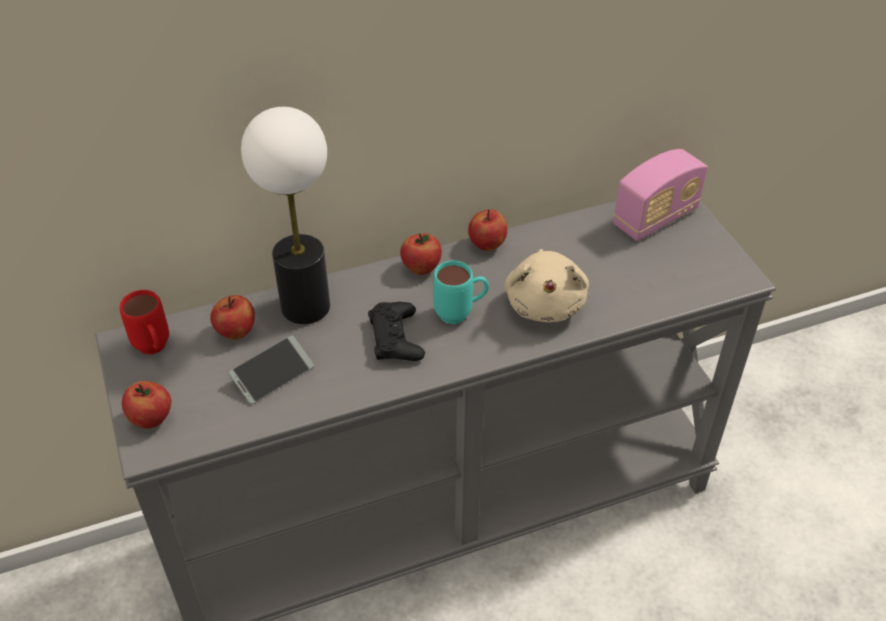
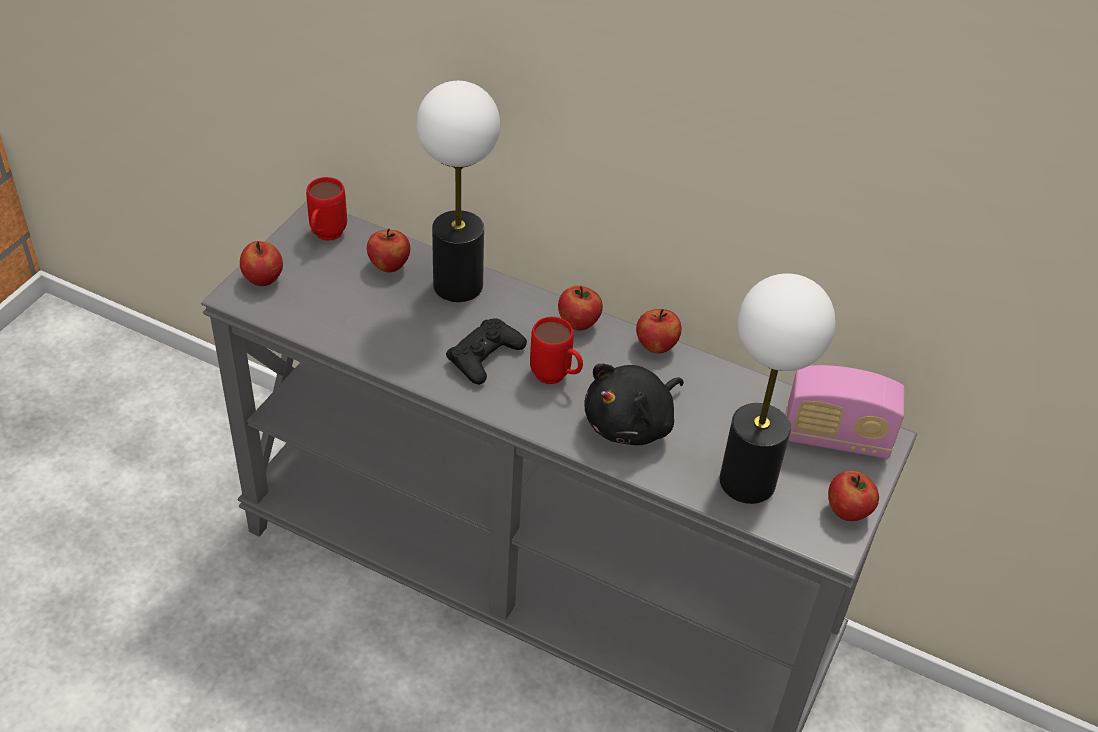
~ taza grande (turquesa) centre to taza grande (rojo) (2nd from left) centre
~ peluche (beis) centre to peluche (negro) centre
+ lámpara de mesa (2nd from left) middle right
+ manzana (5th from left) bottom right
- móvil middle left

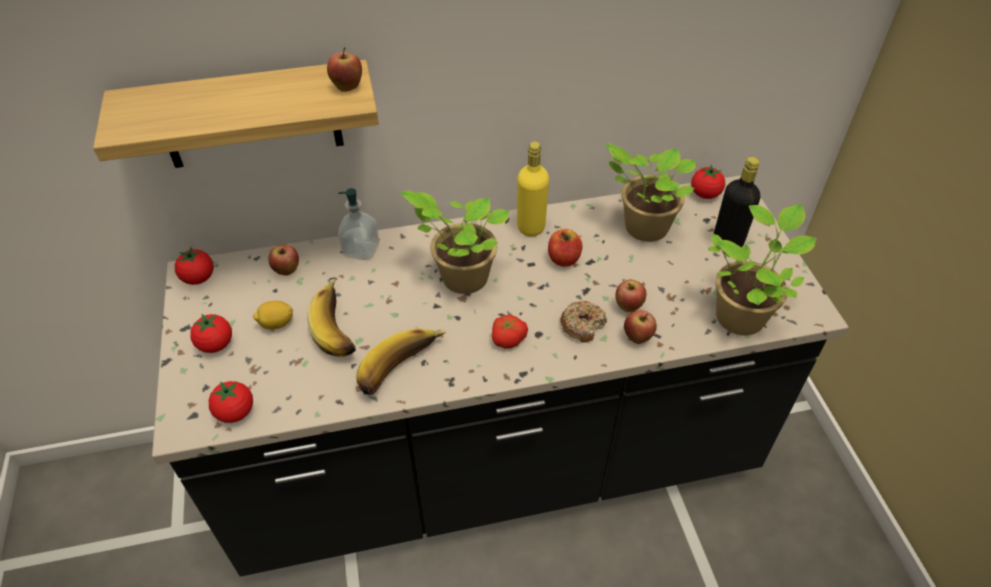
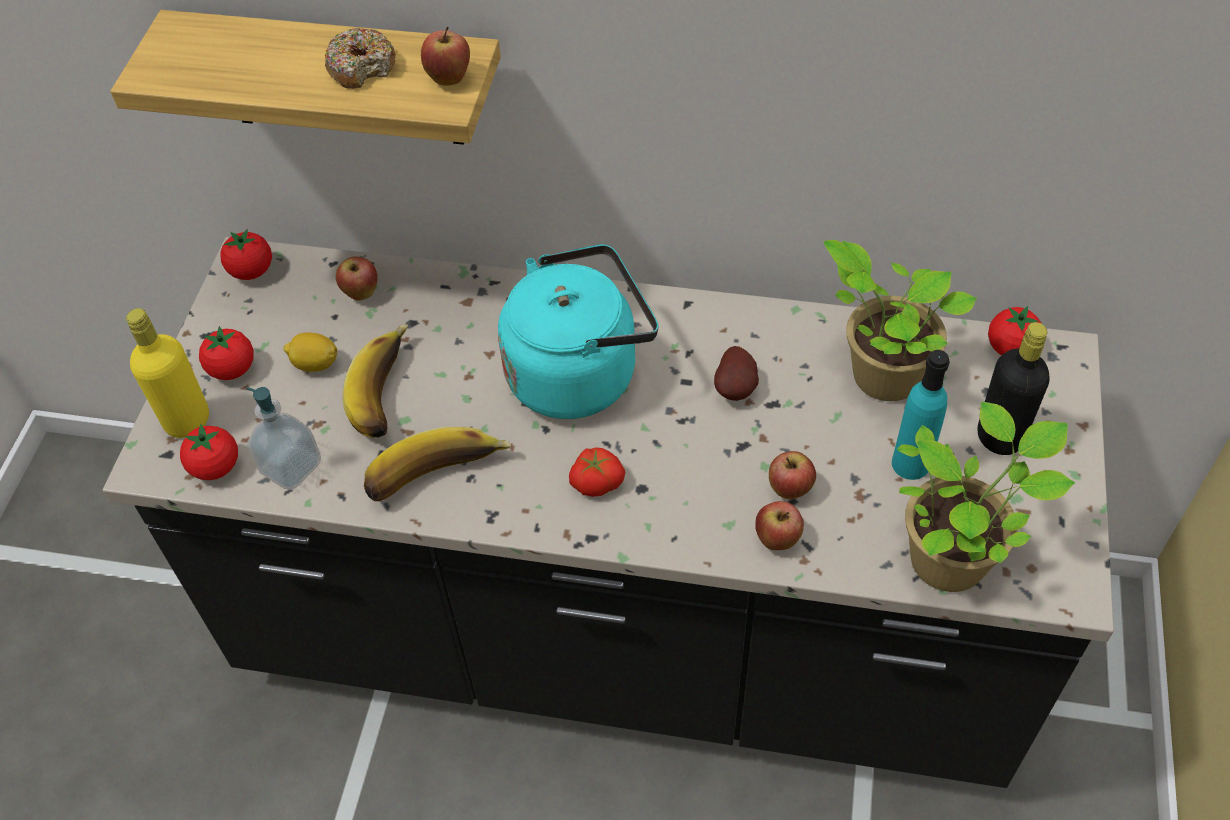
~ botella (amarillo) top centre to middle left
~ dispensador de jabón centre to middle left
~ rosquilla centre to top left
~ planta en maceta (1st from left) centre to hervidor (turquesa) centre
~ manzana (3rd from left) centre to patata centre
+ botella (turquesa) middle right

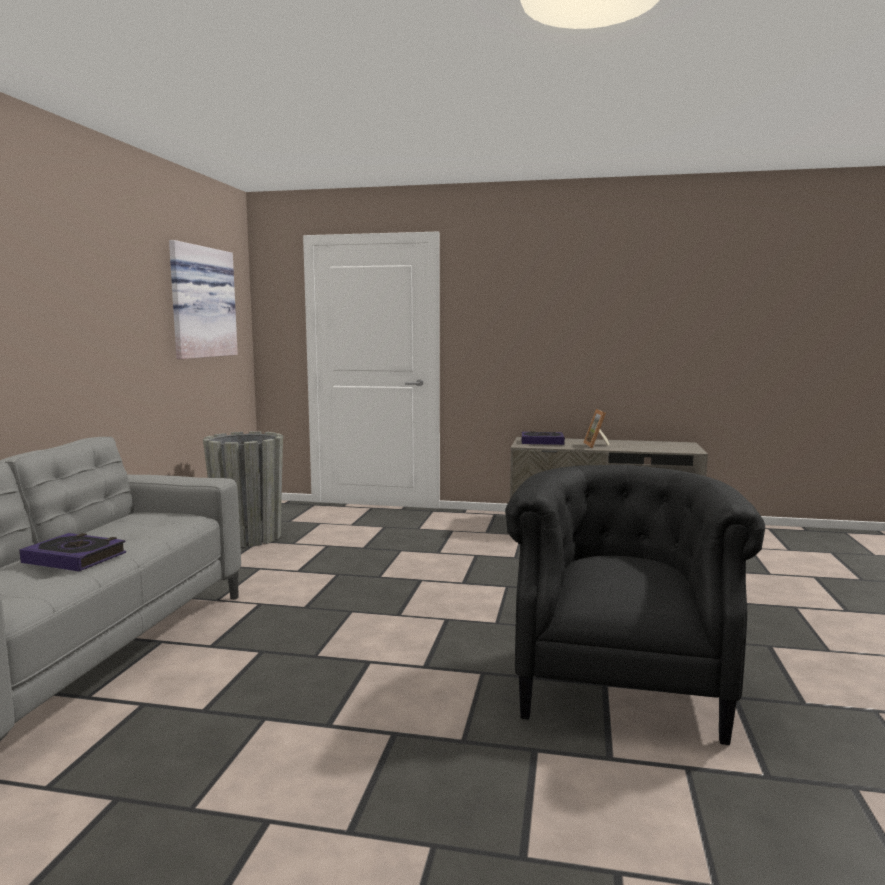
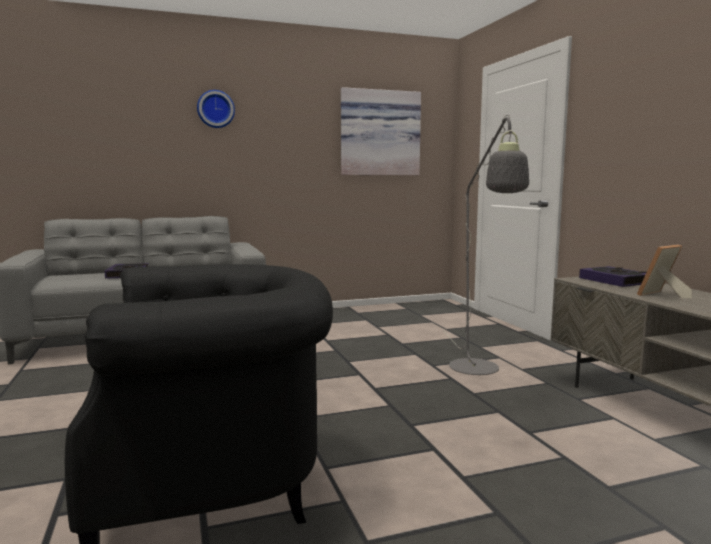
+ reloj de pared top left
+ lámpara de pie (gris) middle right
- maceta (gris) middle left

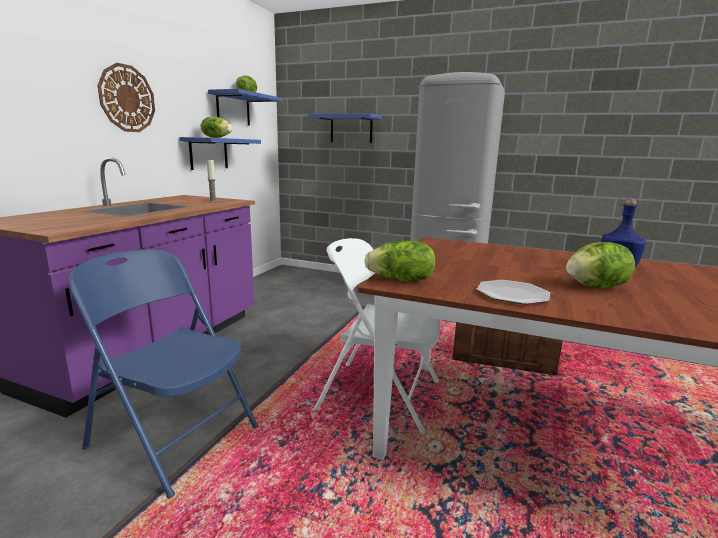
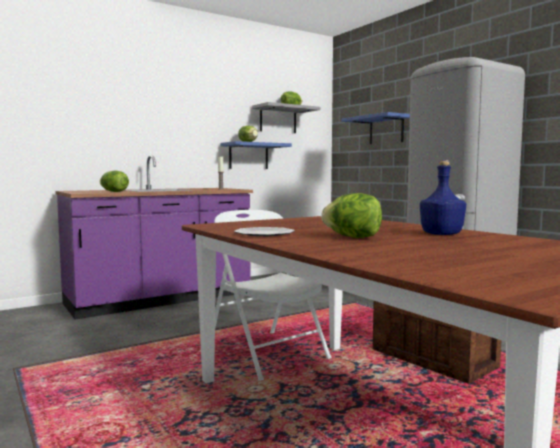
~ lechuga (3rd from left in the first image) centre to lechuga (1st from left) middle left
~ estante (azul) (2nd from left) top centre to estante (gris) top centre
- silla (azul) bottom left
- reloj de pared top left

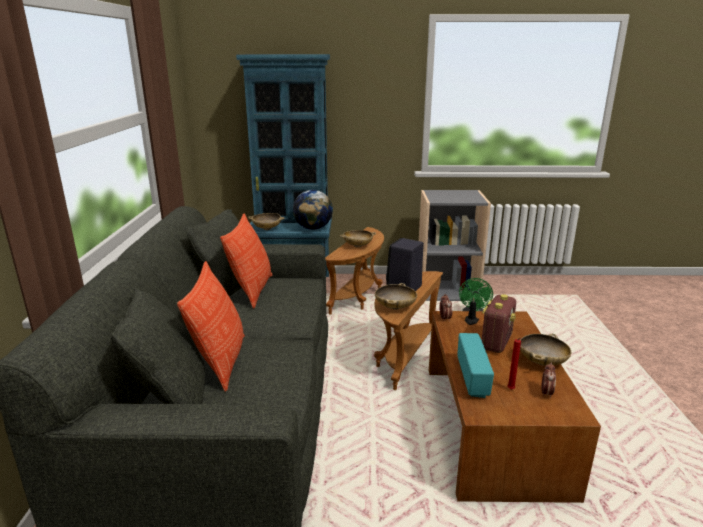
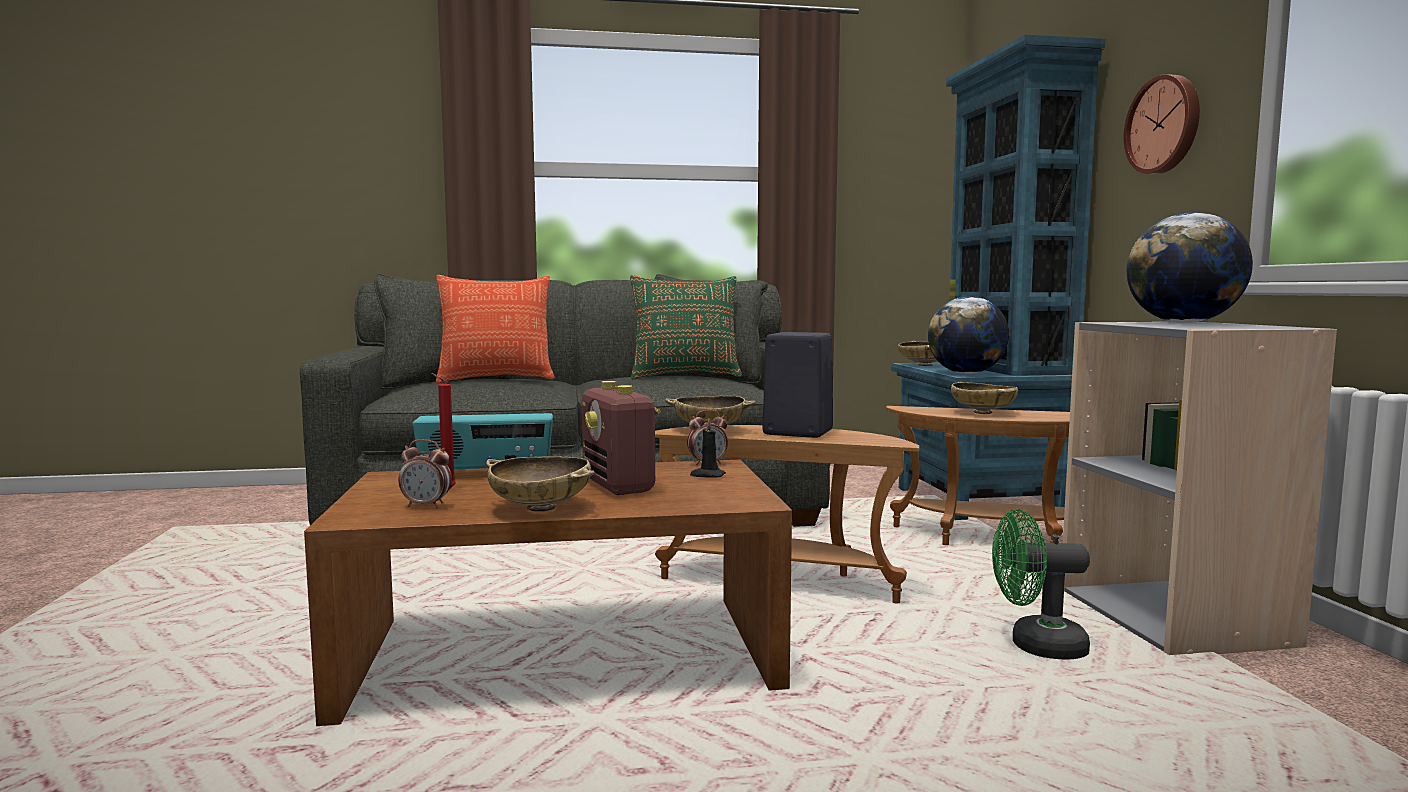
~ radio (2nd from left) middle right = centre 45 degrees clockwise
~ cojín (naranja) (2nd from left) centre to cojín (verde) centre
+ reloj de pared top right
+ globo terráqueo (2nd from left) middle right

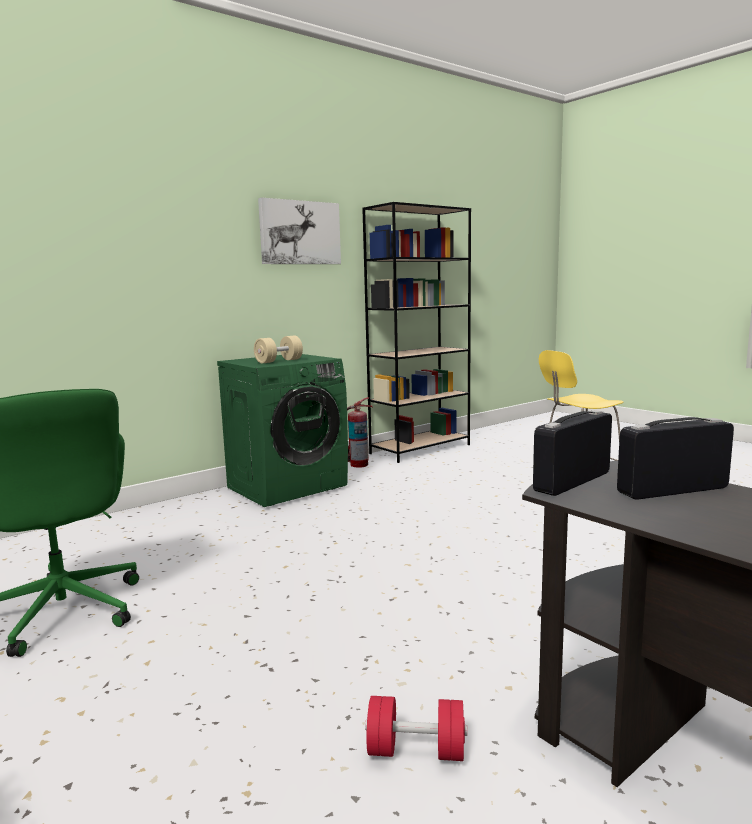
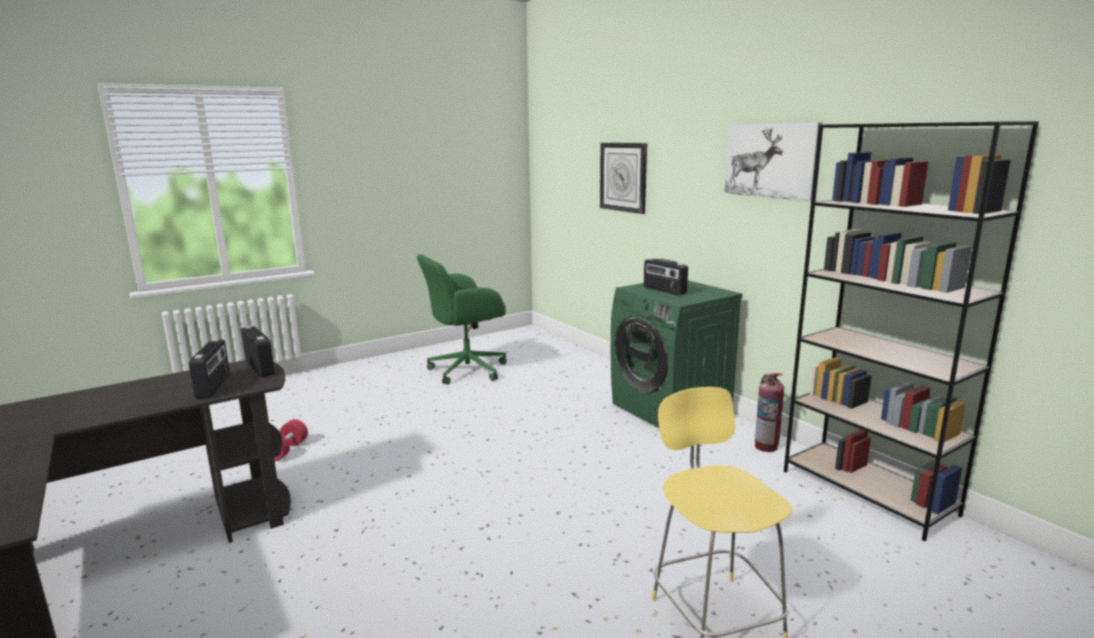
+ reloj de pared top centre
~ mancuerna (beis) centre to radio (3rd from left) centre

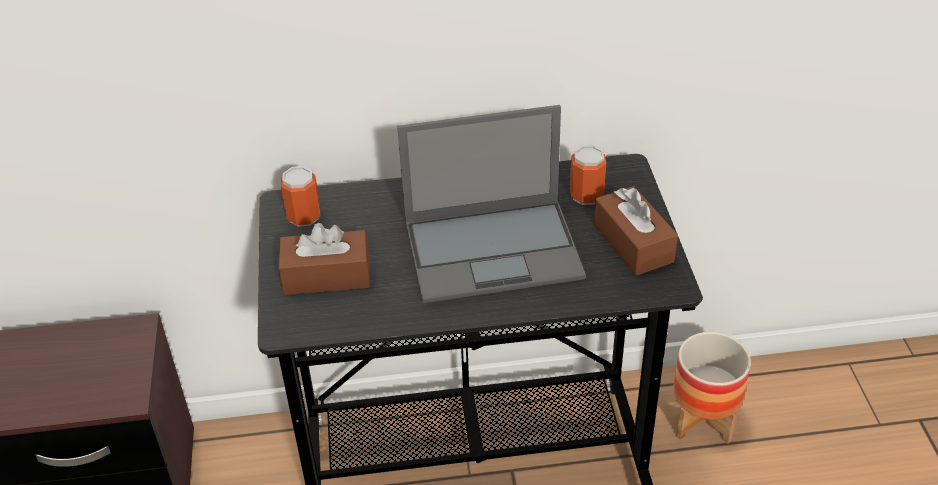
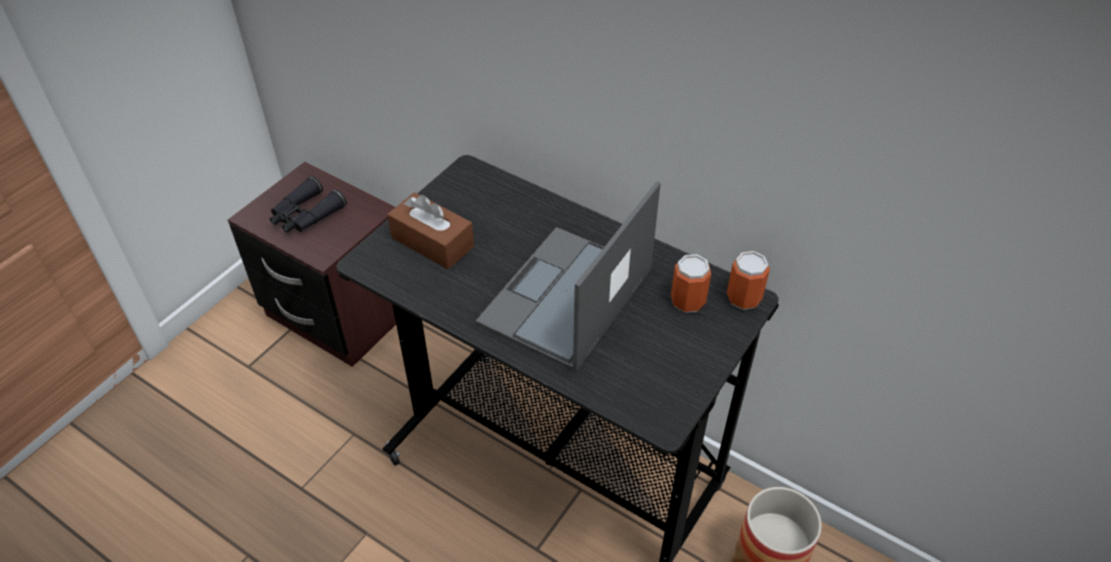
+ prismáticos (negro) middle left
~ portátil centre = centre 90 degrees clockwise
~ lata (1st from left in the first image) middle left to lata (2nd from left) middle right
- caja de pañuelos (marrón) (2nd from left) middle right

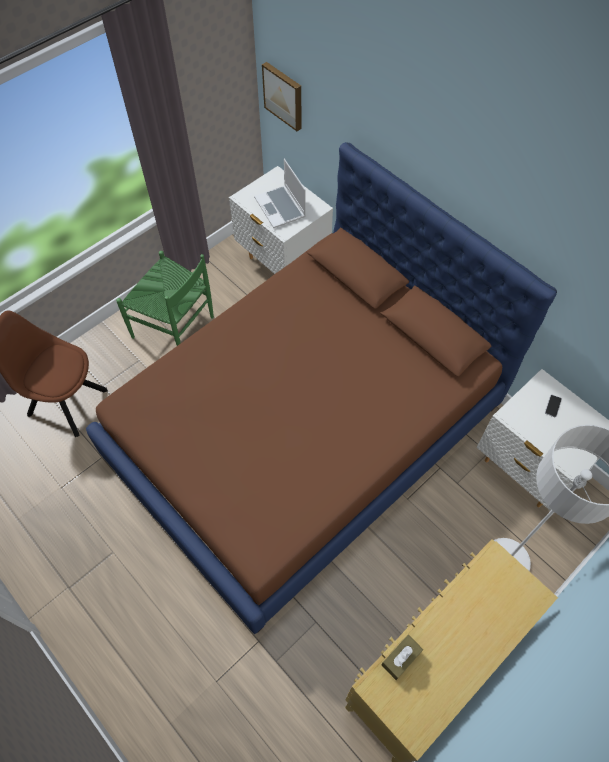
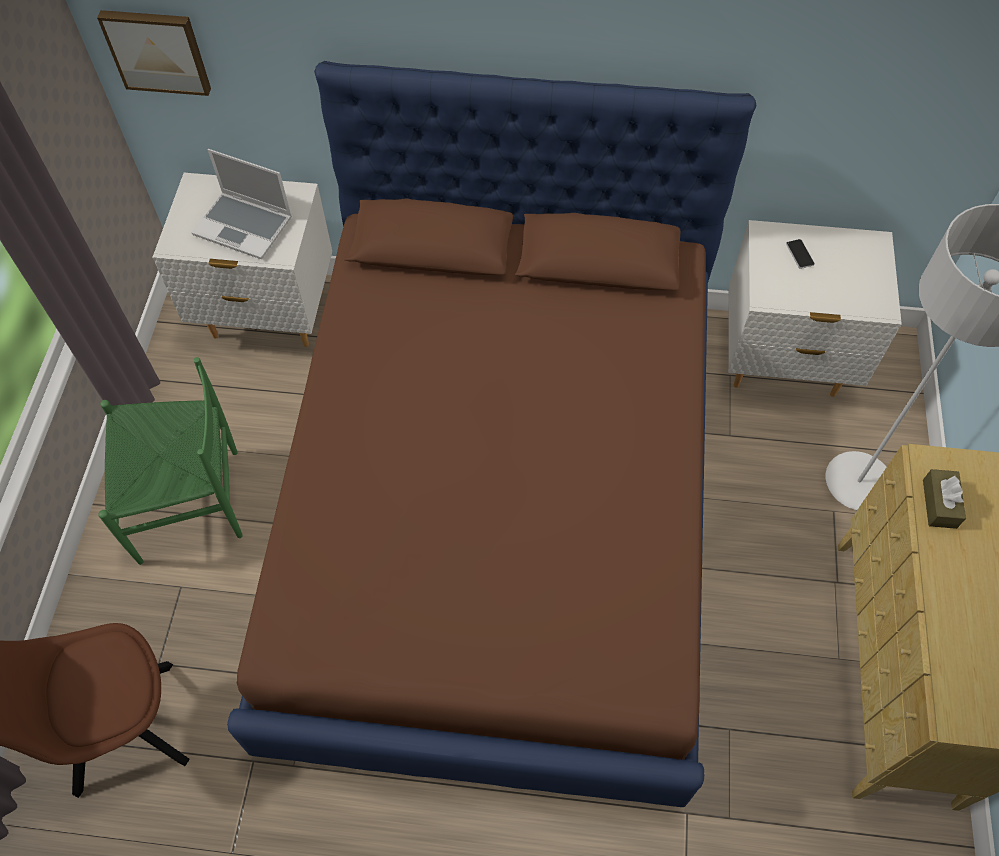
~ caja de pañuelos (marrón) bottom centre to middle right

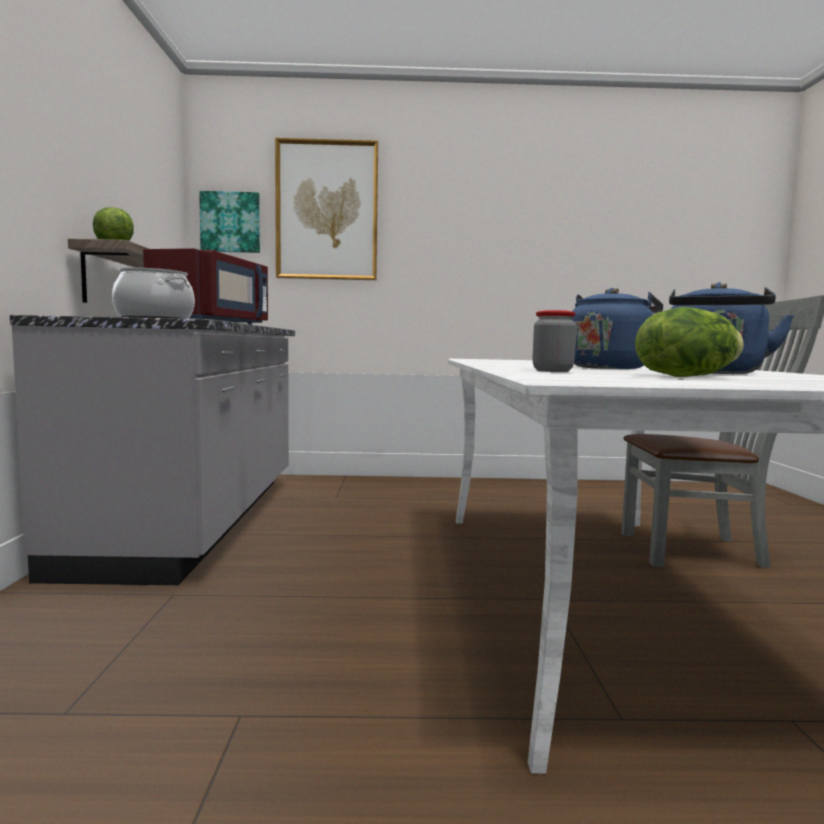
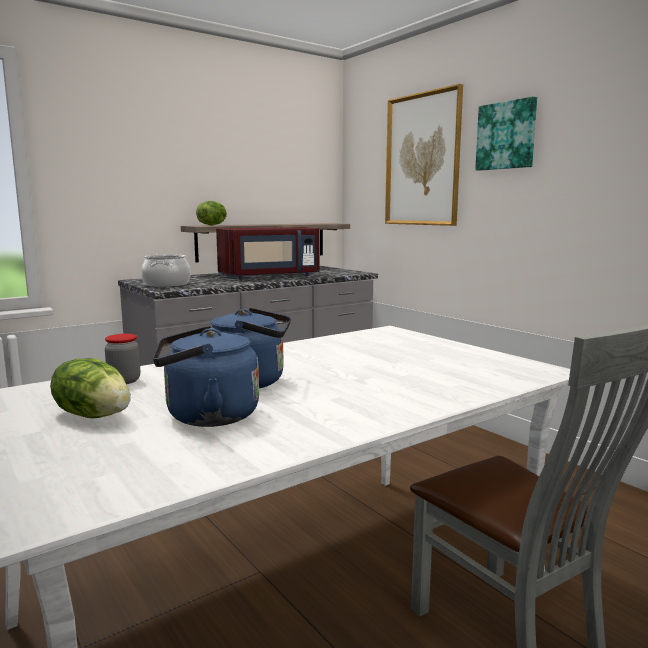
~ cuadro (1st from left in the first image) top left to cuadro (2nd from left) top right

